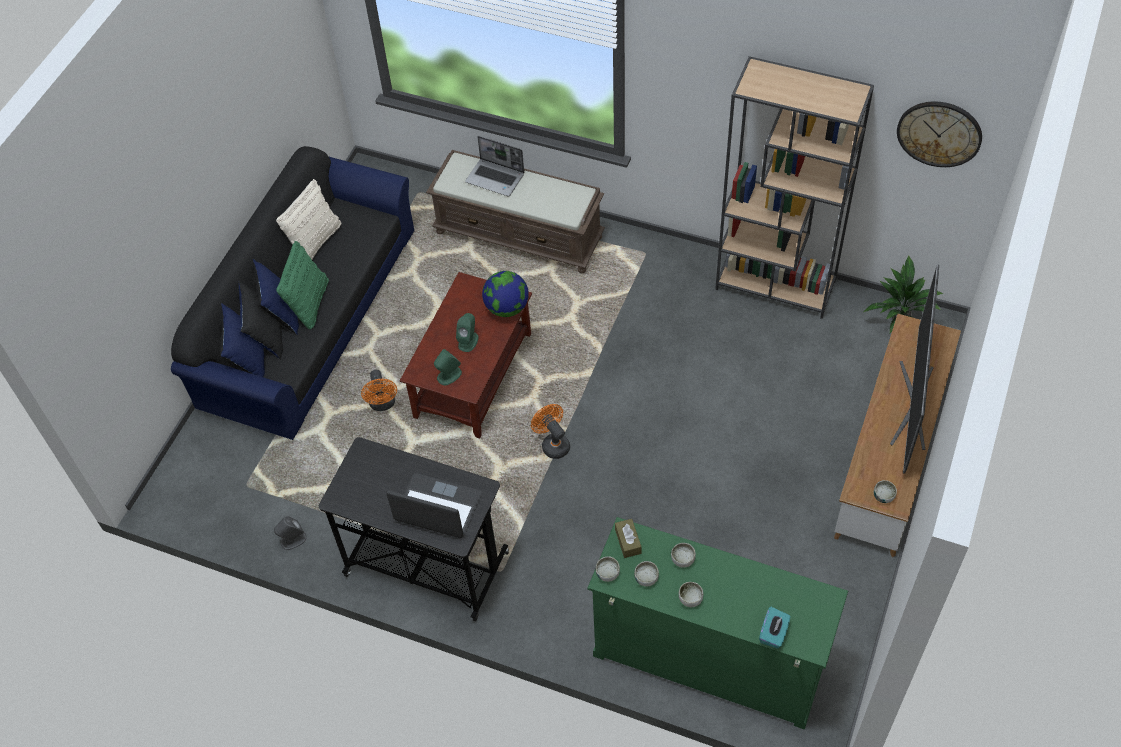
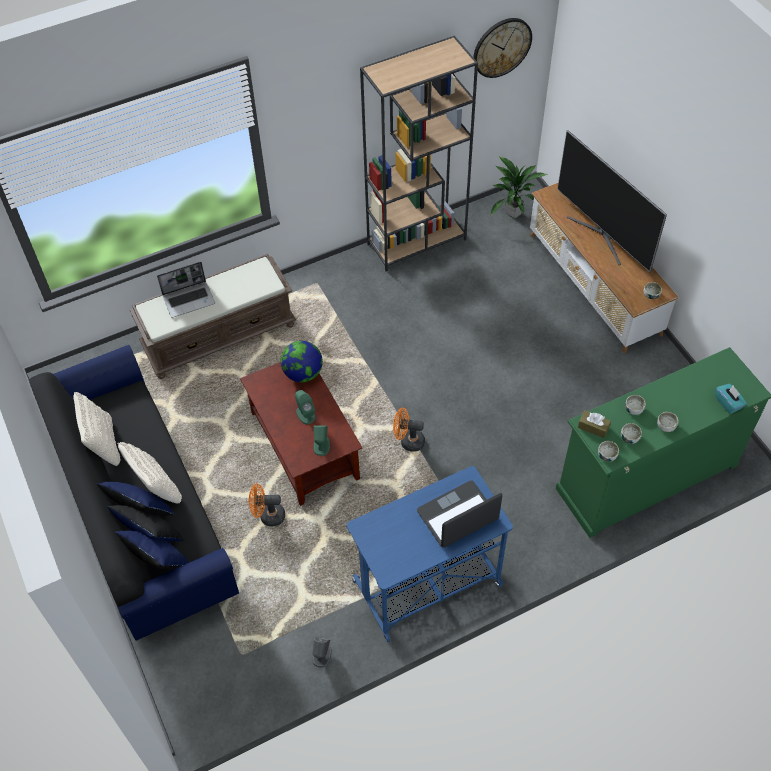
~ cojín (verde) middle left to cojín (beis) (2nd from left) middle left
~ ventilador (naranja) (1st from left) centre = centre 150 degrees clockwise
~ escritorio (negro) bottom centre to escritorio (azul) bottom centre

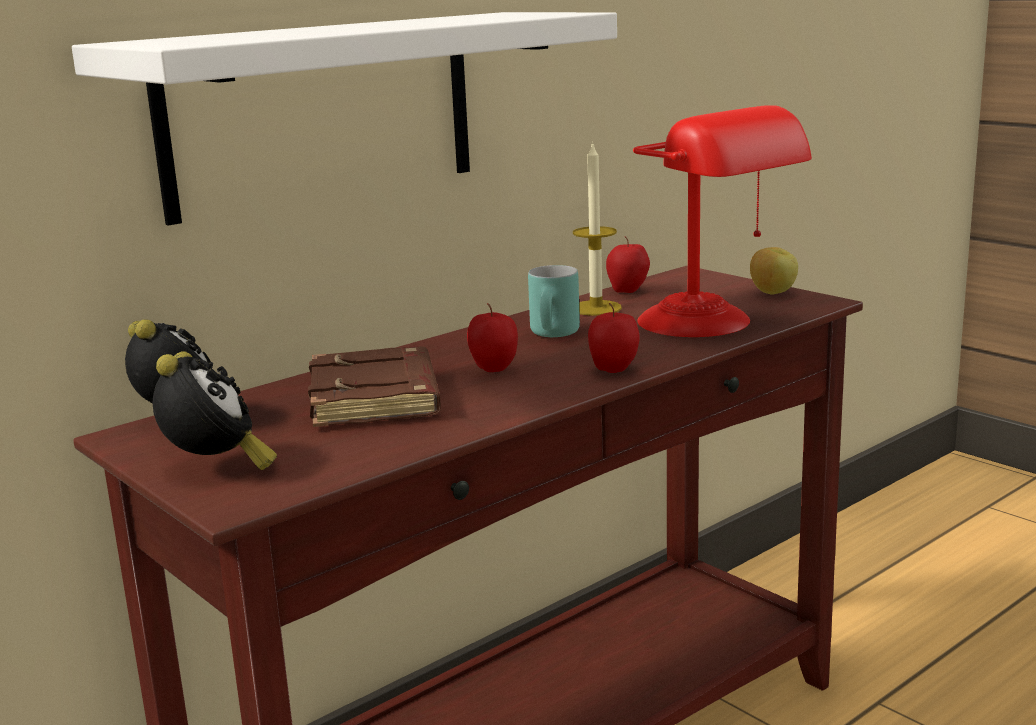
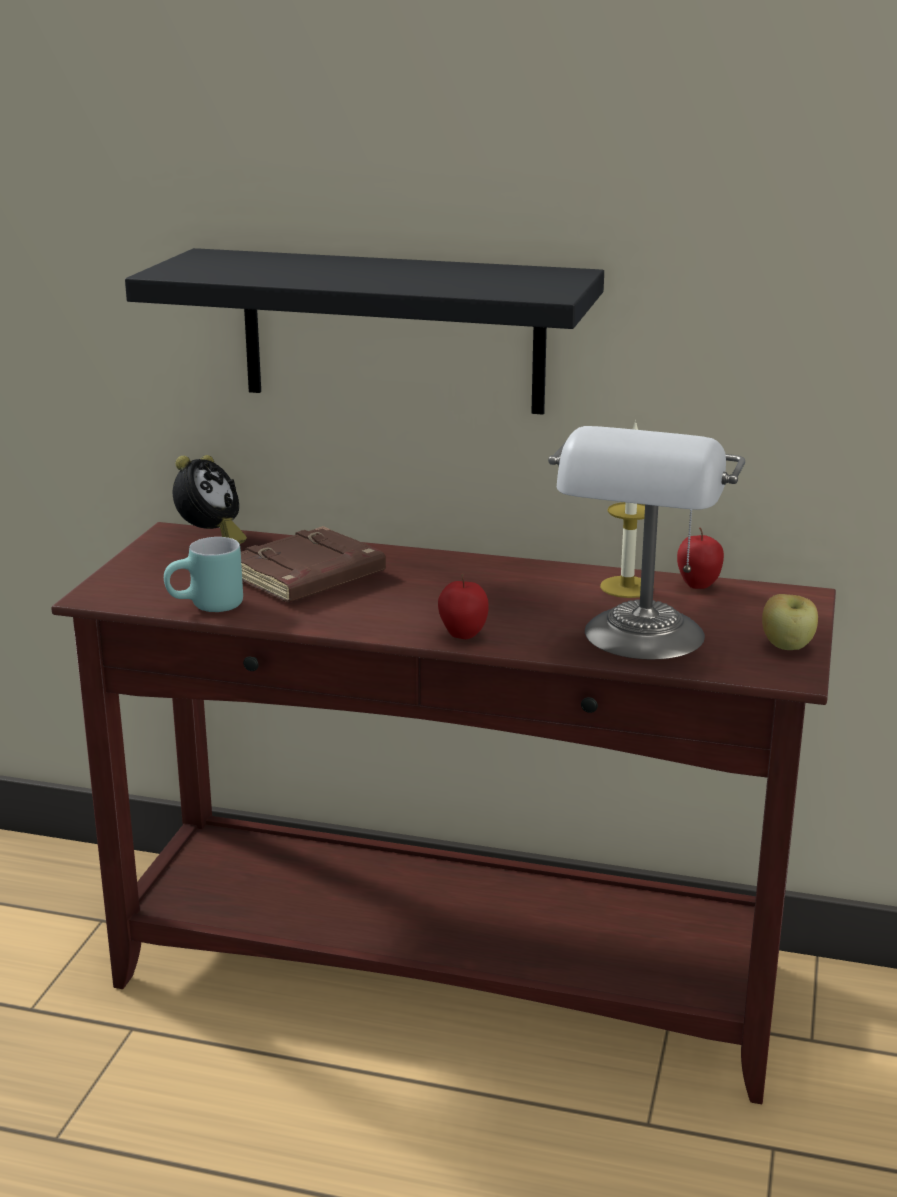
~ estante (blanco) top left to estante (negro) top centre
~ taza grande (turquesa) centre to middle left
~ lámpara de mesa (rojo) top right to lámpara de mesa (blanco) middle right
- despertador (2nd from left) middle left
- manzana (1st from left) centre

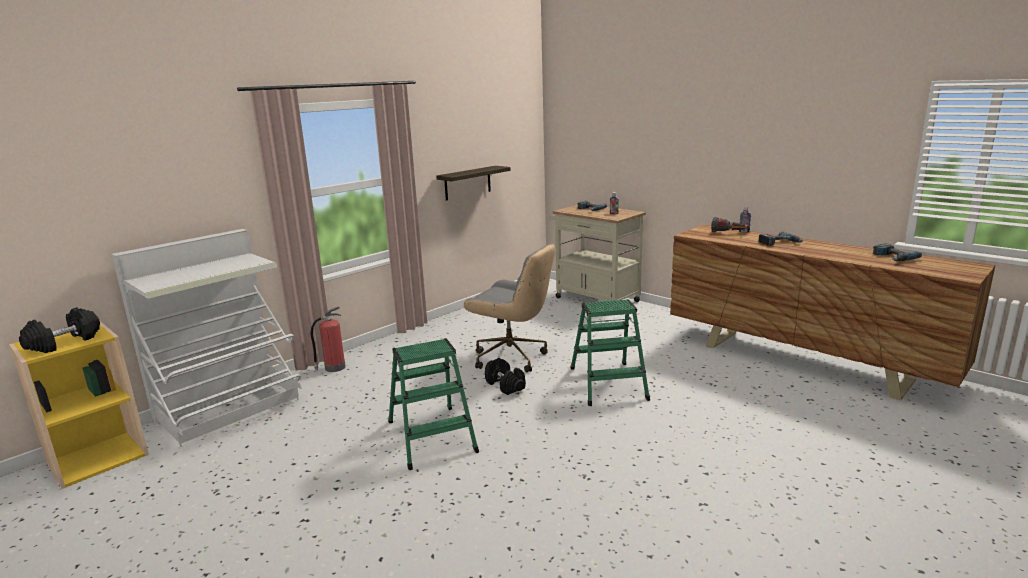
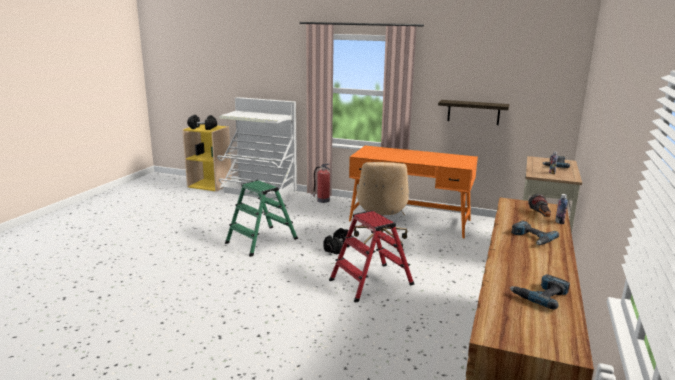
~ escalera de tijera (verde) (2nd from left) centre to escalera de tijera (rojo) bottom centre
+ escritorio (naranja) centre

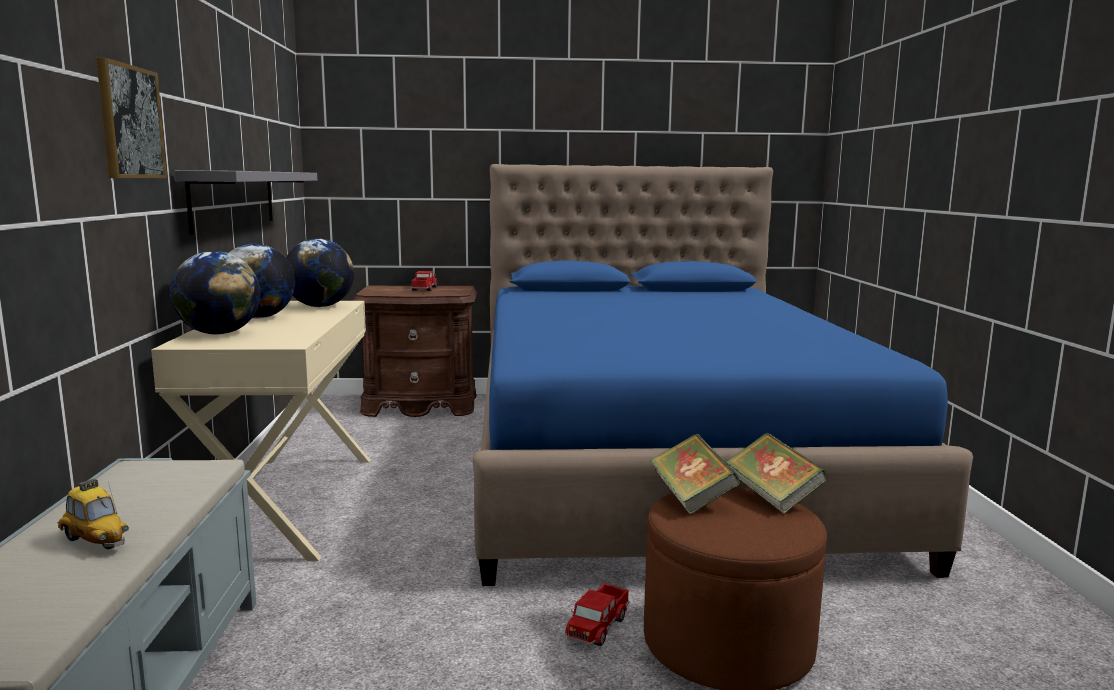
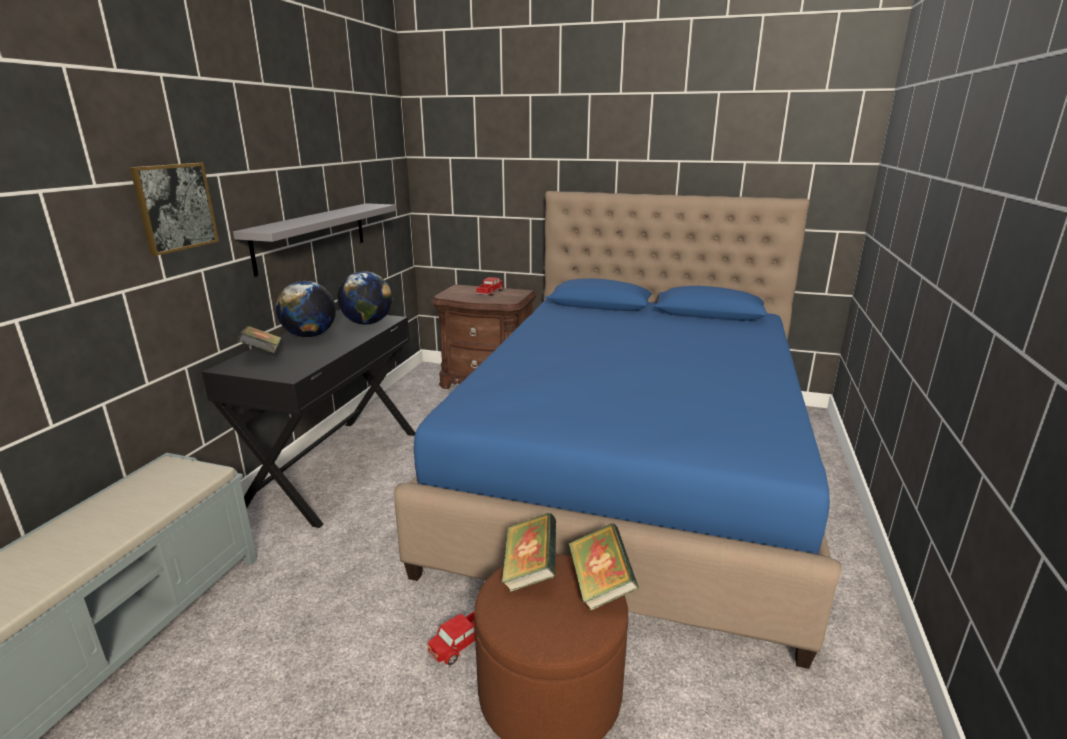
~ escritorio (beis) middle left to escritorio (negro) middle left
~ globo terráqueo (1st from left) middle left to libro (1st from left) middle left
- coche de juguete bottom left

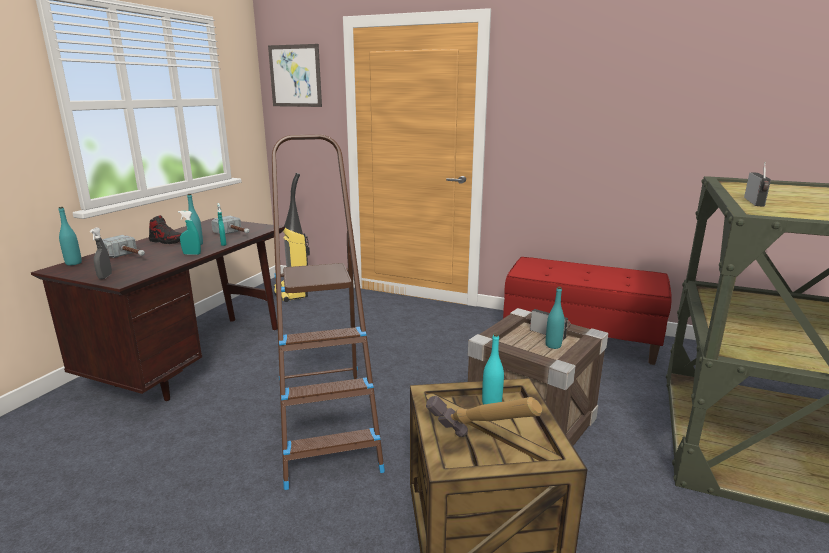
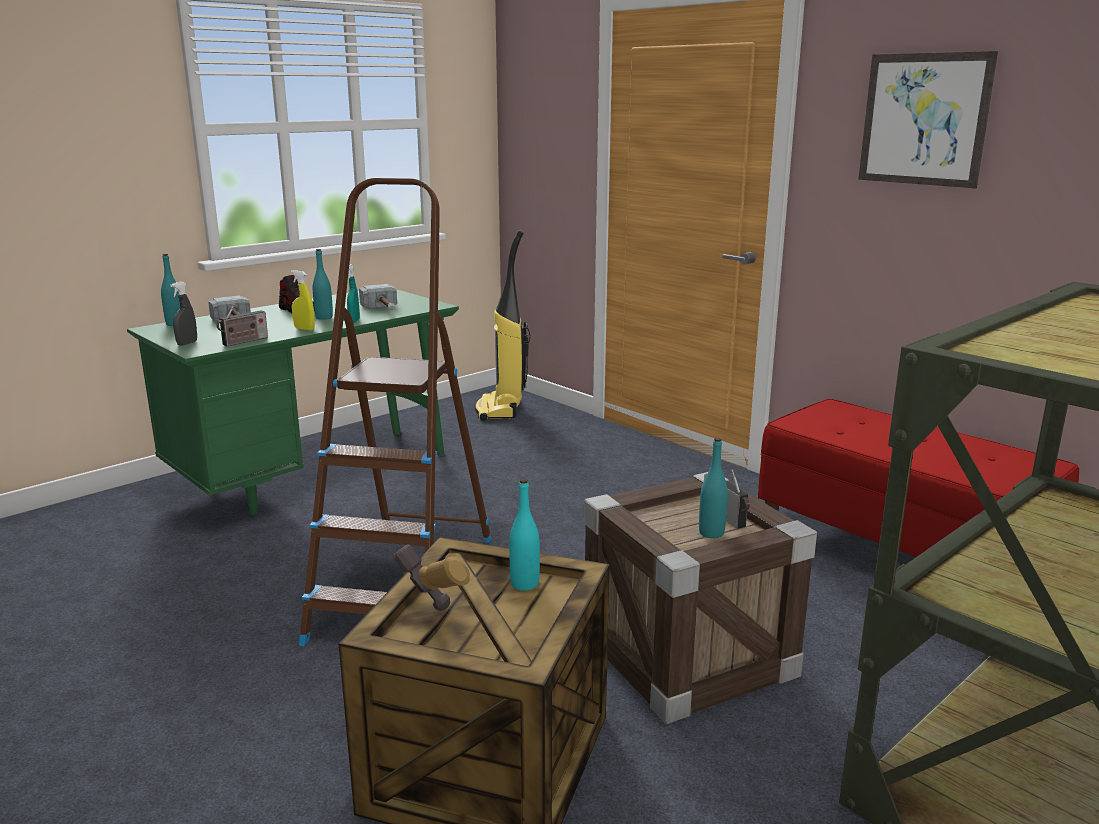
~ escritorio (marrón) middle left to escritorio (verde) middle left
~ radio (2nd from left in the first image) top right to radio (1st from left) middle left
~ pulverizador (turquesa) (1st from left) middle left to pulverizador (amarillo) middle left
~ cuadro top centre to top right

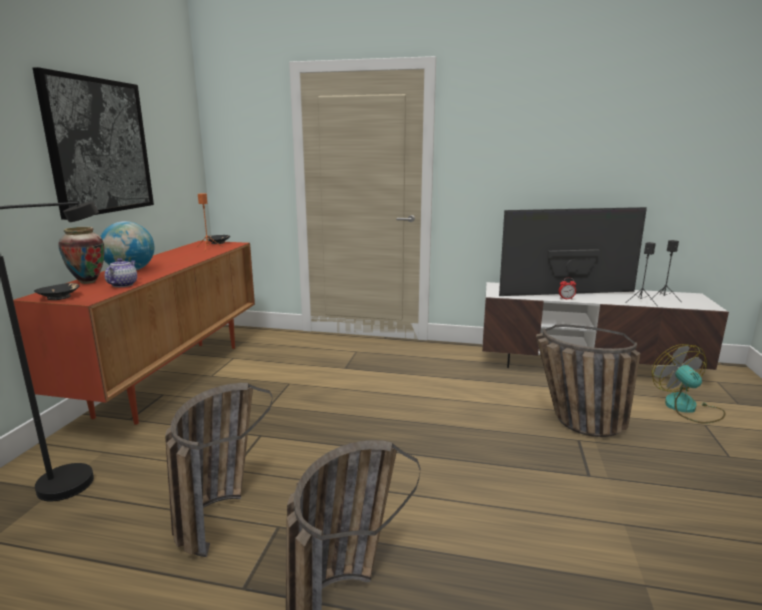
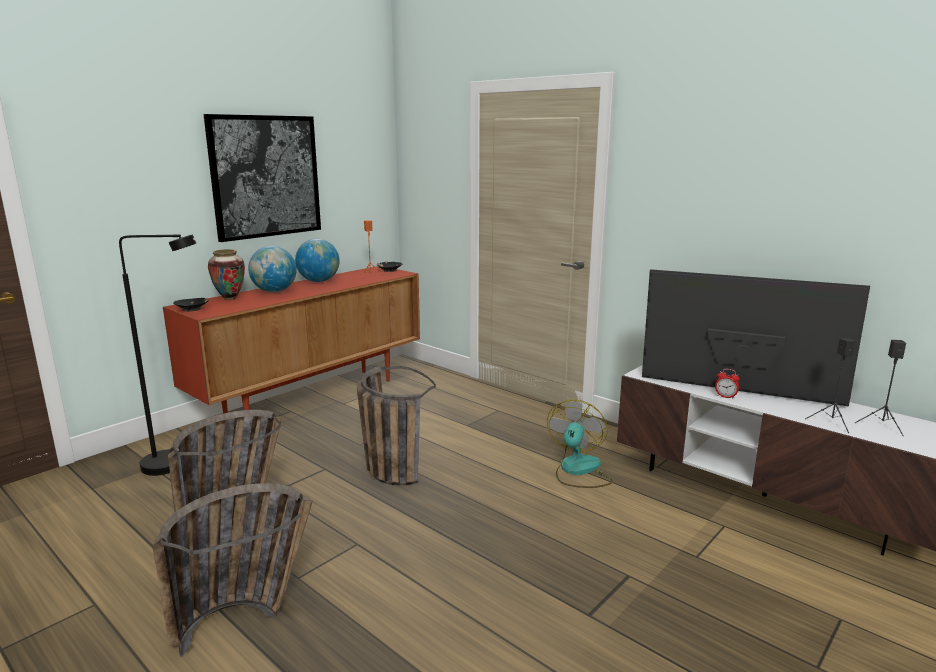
+ globo terráqueo (2nd from left) centre
~ cesta (3rd from left) middle right to centre
~ ventilador middle right to centre
- tetera middle left

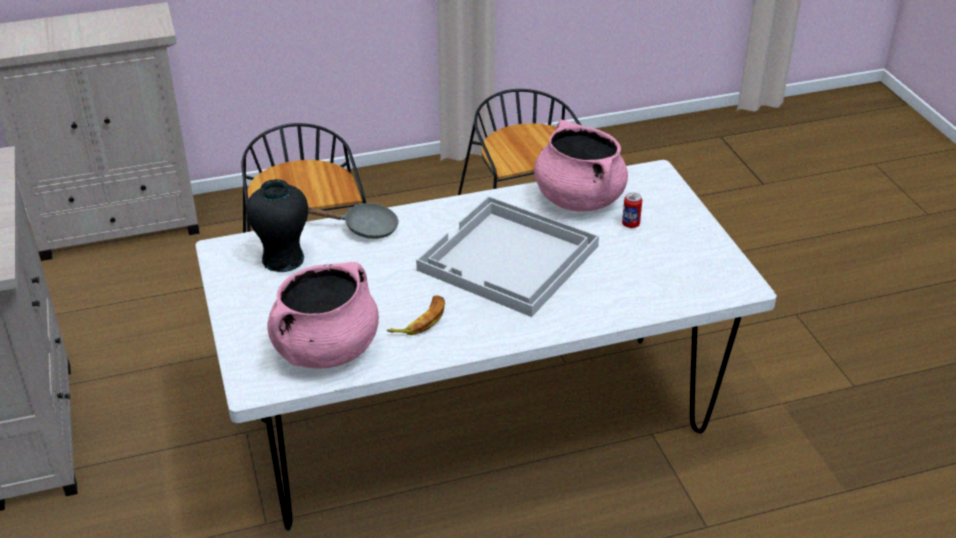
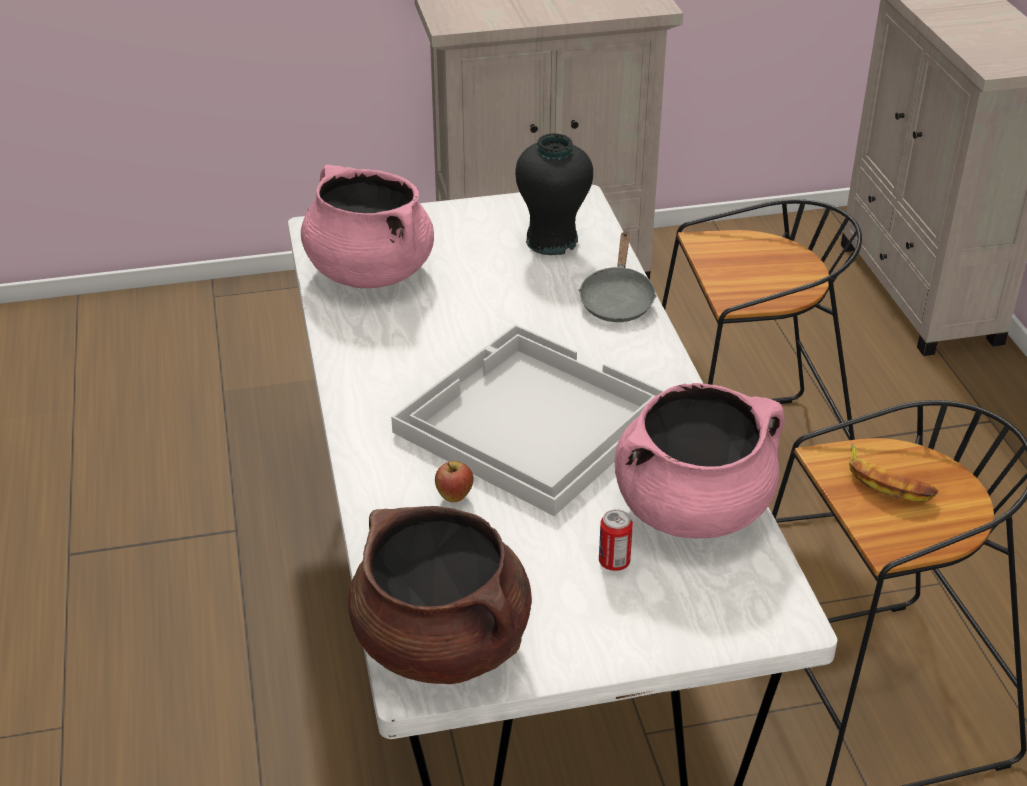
+ olla (marrón) bottom centre
+ manzana centre
~ plátano centre to middle right

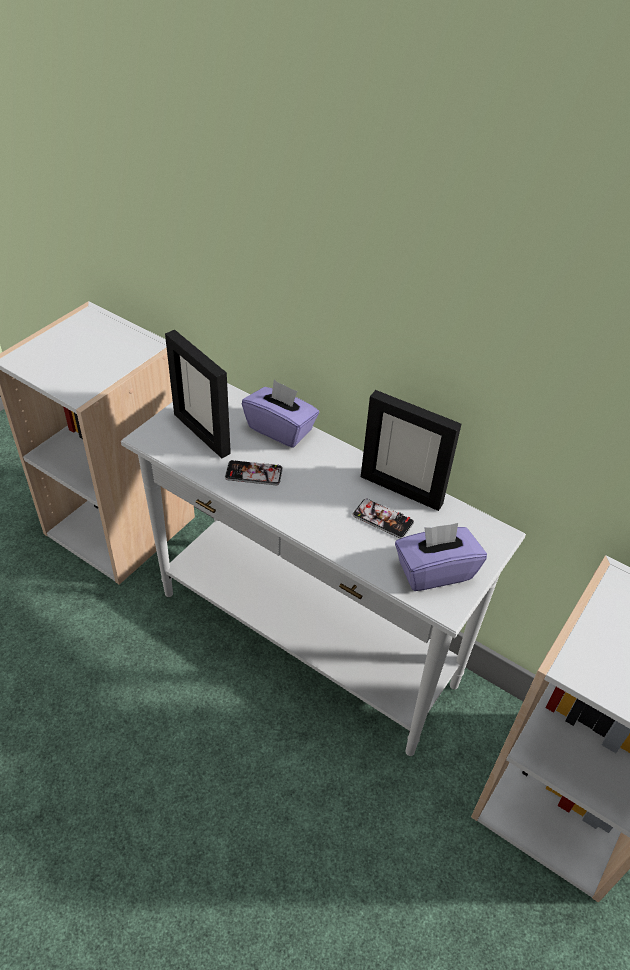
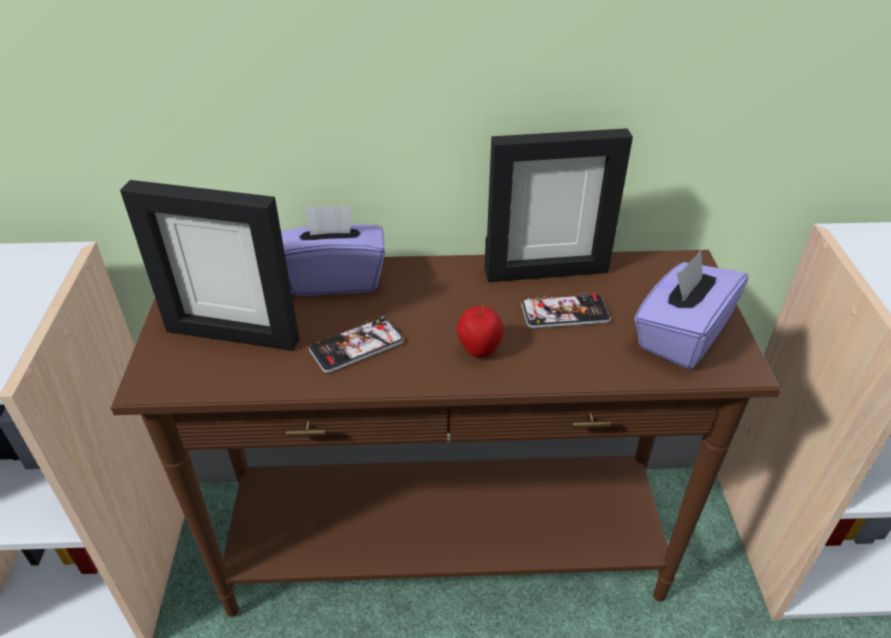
~ mesa consola (blanco) centre to mesa consola (marrón) bottom centre
+ manzana centre

